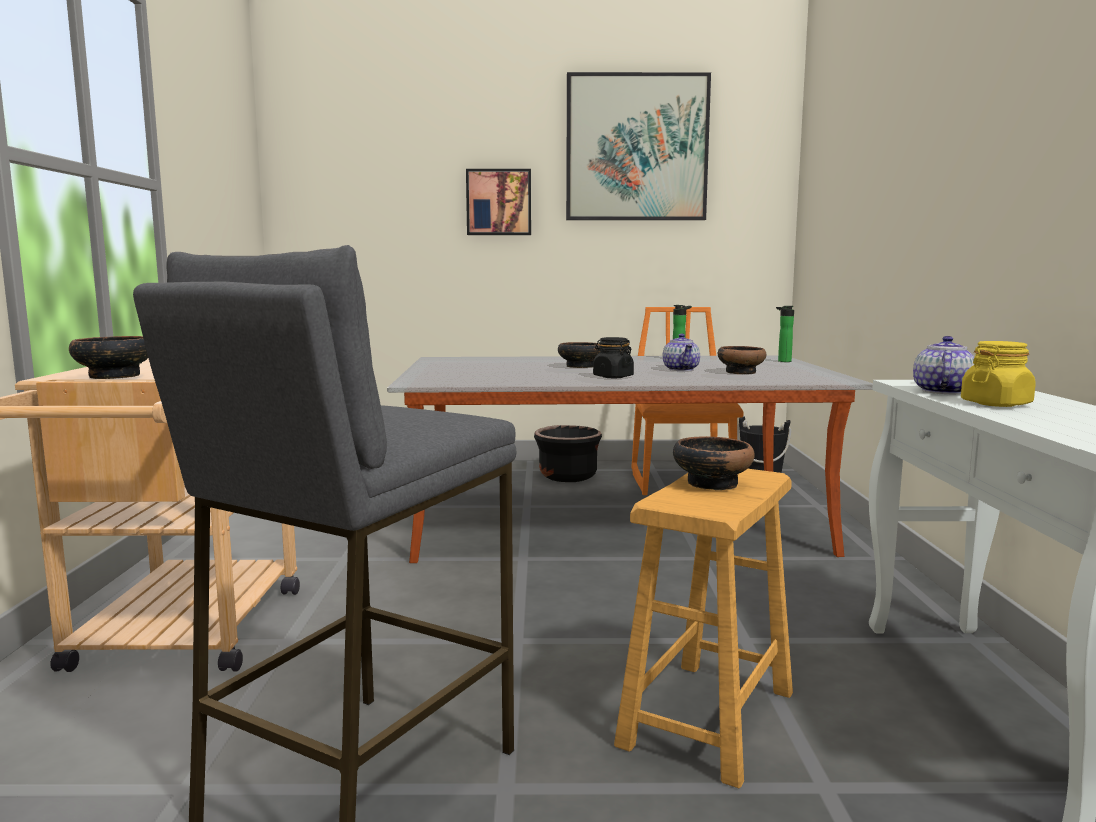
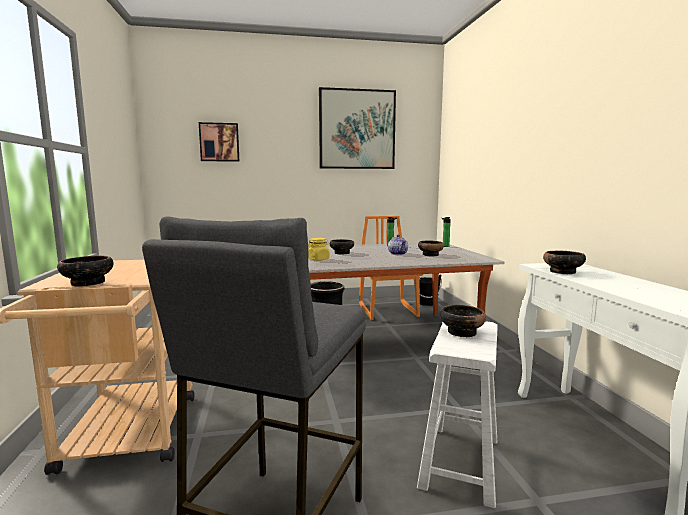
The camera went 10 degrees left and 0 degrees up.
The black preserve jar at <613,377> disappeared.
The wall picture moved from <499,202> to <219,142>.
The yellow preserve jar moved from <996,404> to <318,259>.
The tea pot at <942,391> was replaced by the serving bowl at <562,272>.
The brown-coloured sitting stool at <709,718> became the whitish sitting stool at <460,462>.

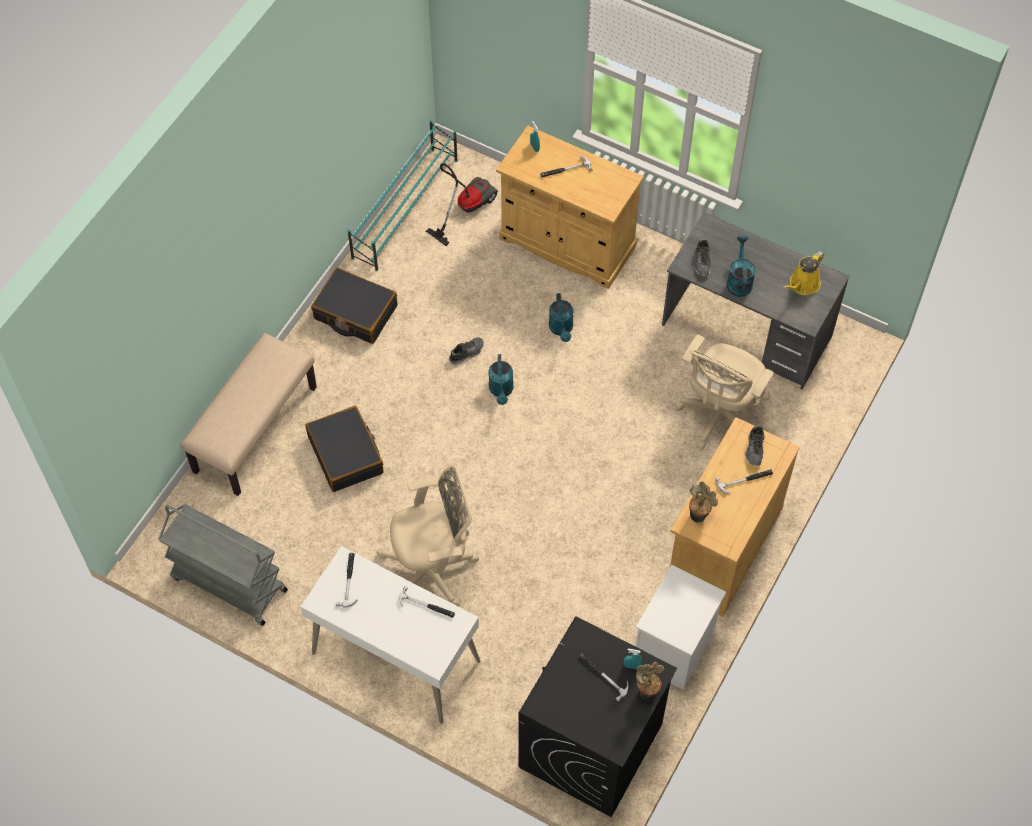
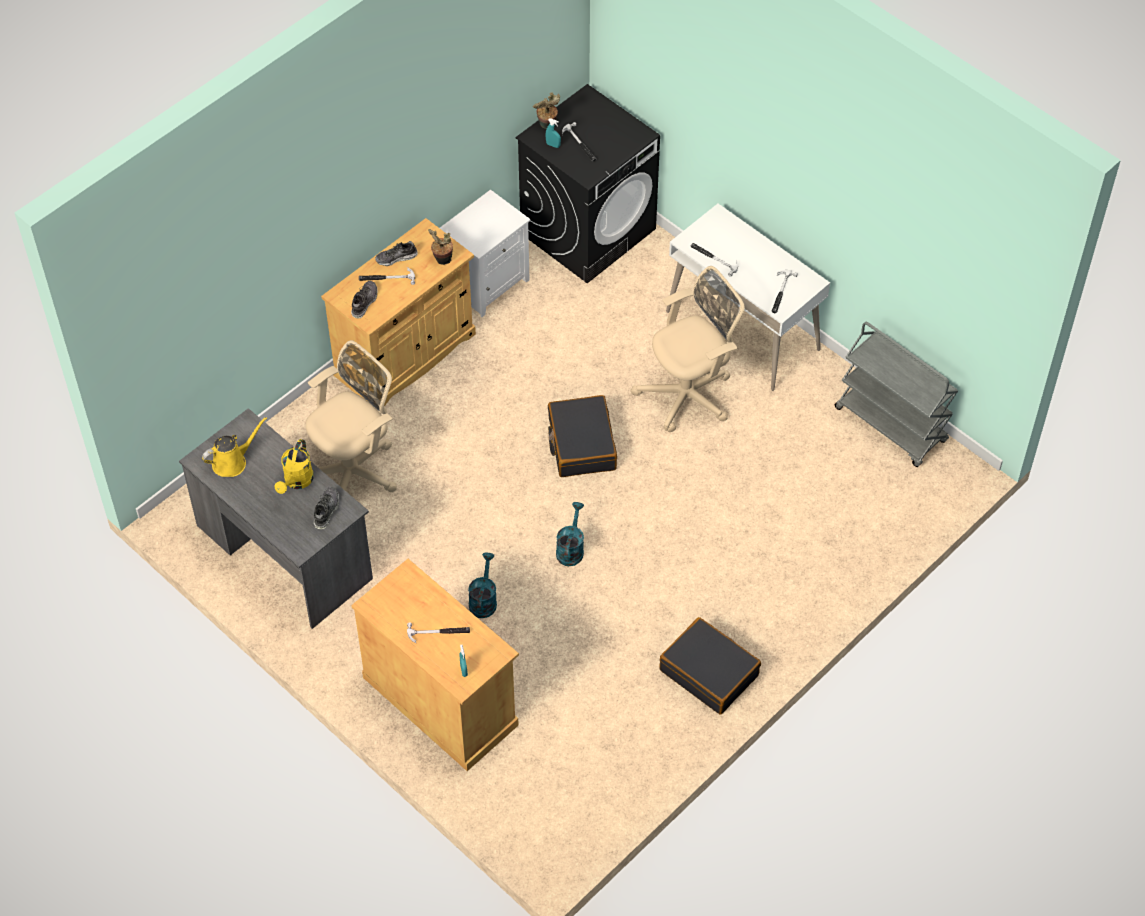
The camera went 165 degrees left and 5 degrees down.
The beige bench at <255,428> disappeared.
The blue-green shoe rack at <406,208> disappeared.
The vacuum at <465,208> disappeared.
The black suitcase moved from <346,455> to <581,444>.
The low shoe moved from <466,353> to <396,258>.
The blue-green watering pot at <739,280> became the yellow watering pot at <296,482>.
The beige computer chair at <433,570> turned 150 degrees clockwise.

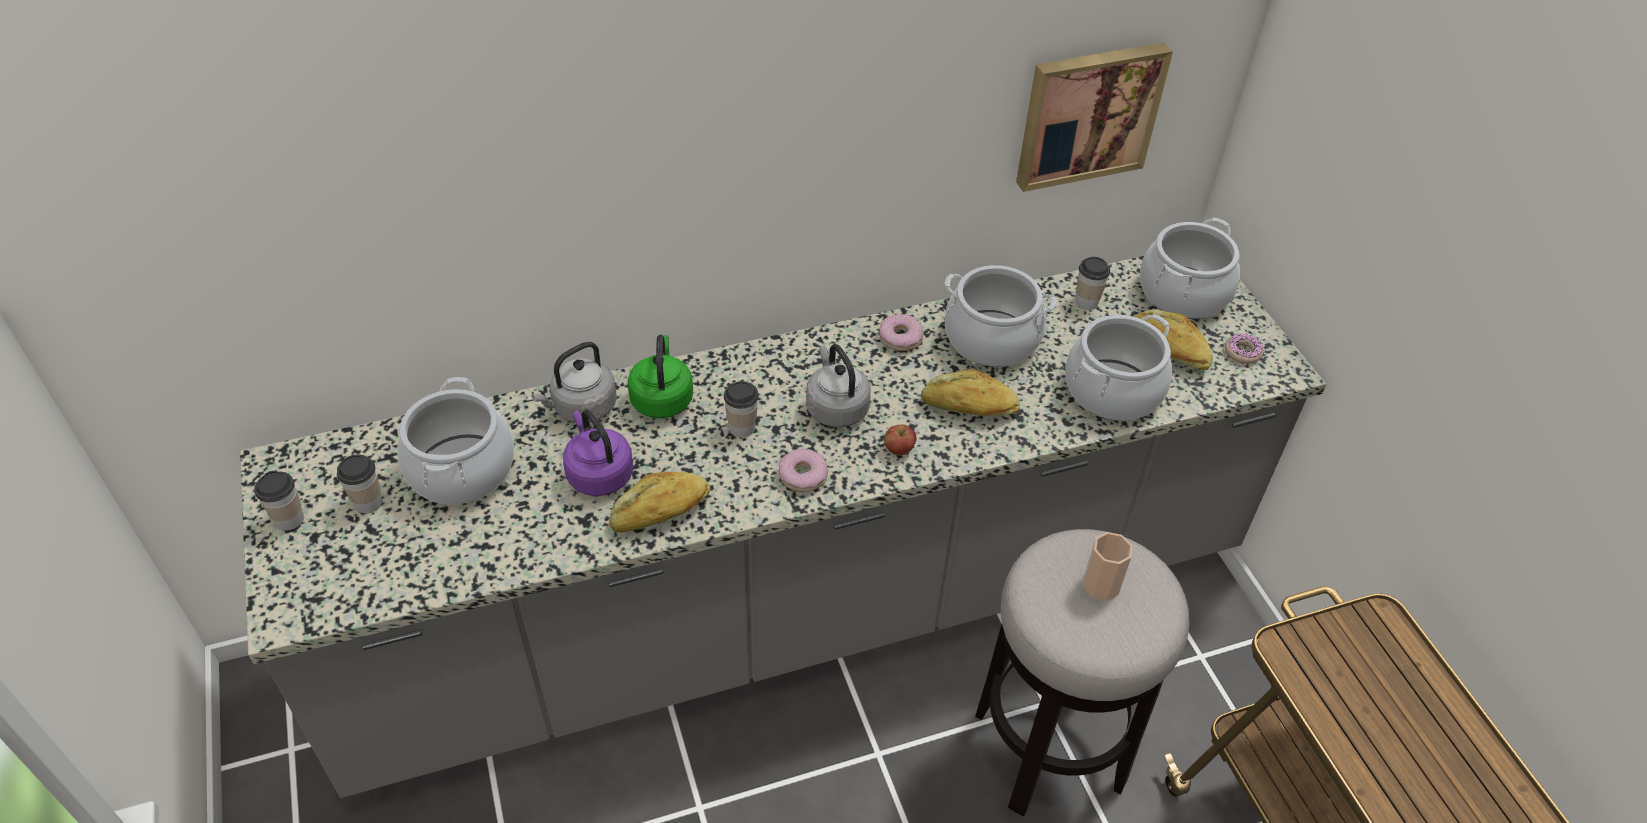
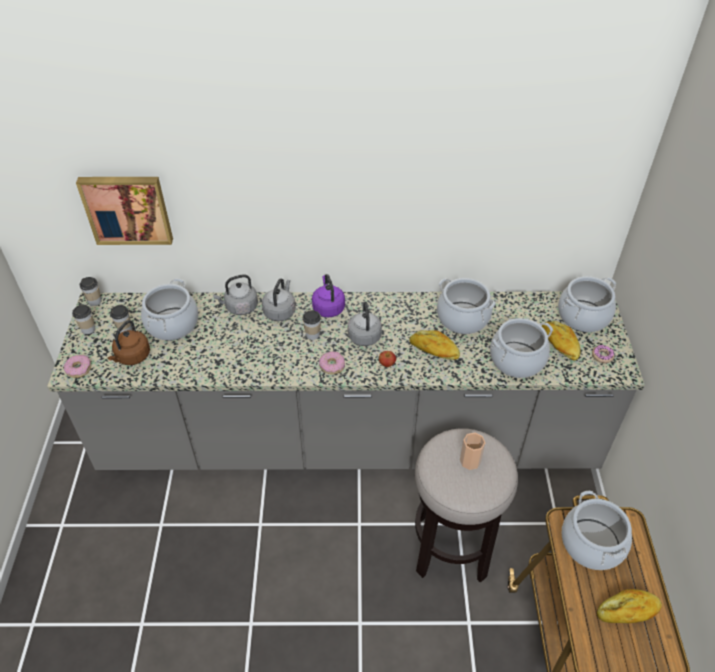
The camera went 20 degrees right and 0 degrees up.
The brown-coloured kettle at <132,357> appeared.
The saucepot at <592,543> appeared.
The purplish kettle moved from <598,473> to <328,307>.
The bread moved from <661,512> to <627,612>.
The donut moved from <900,338> to <79,369>.
The wall picture moved from <1088,114> to <127,209>.
The drinking cup moved from <1086,302> to <95,301>.
The green-coloured kettle at <662,398> became the grey kettle at <280,311>.

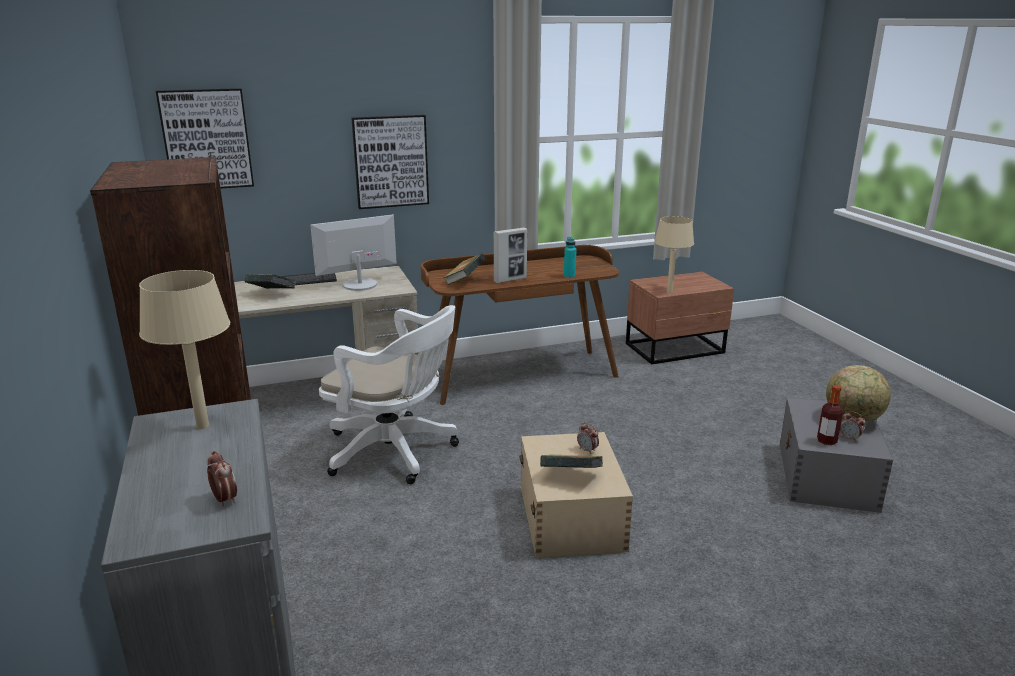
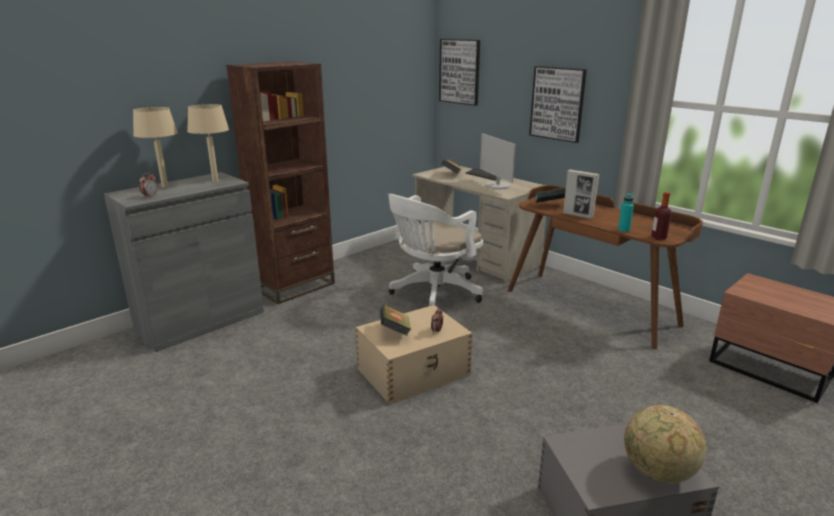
The camera went 65 degrees right and 0 degrees up.
The alarm clock at <849,438> disappeared.
The beige tabletop lamp moved from <670,291> to <164,186>.
The drink bottle moved from <826,441> to <658,238>.
The computer screen at <359,285> turned 150 degrees counterclockwise.
The whitish computer chair at <396,452> turned 45 degrees clockwise.

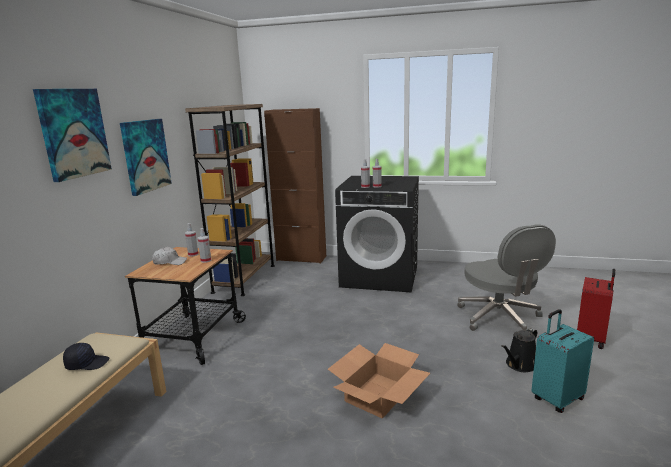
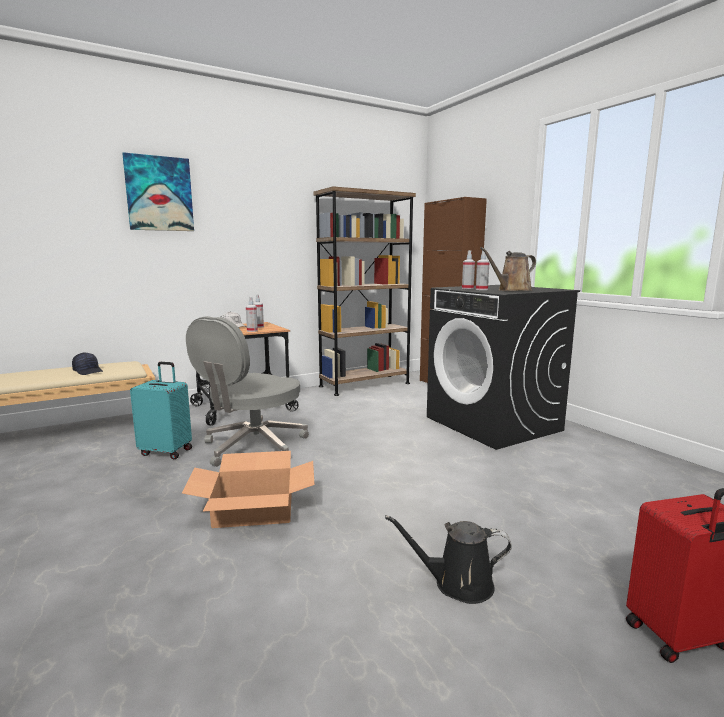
The camera went 45 degrees right and 5 degrees down.
The wall picture at <145,155> disappeared.
The brown-coloured watering pot at <512,290> appeared.
The grey computer chair moved from <500,318> to <253,447>.
The blue-green suitcase moved from <556,398> to <167,451>.

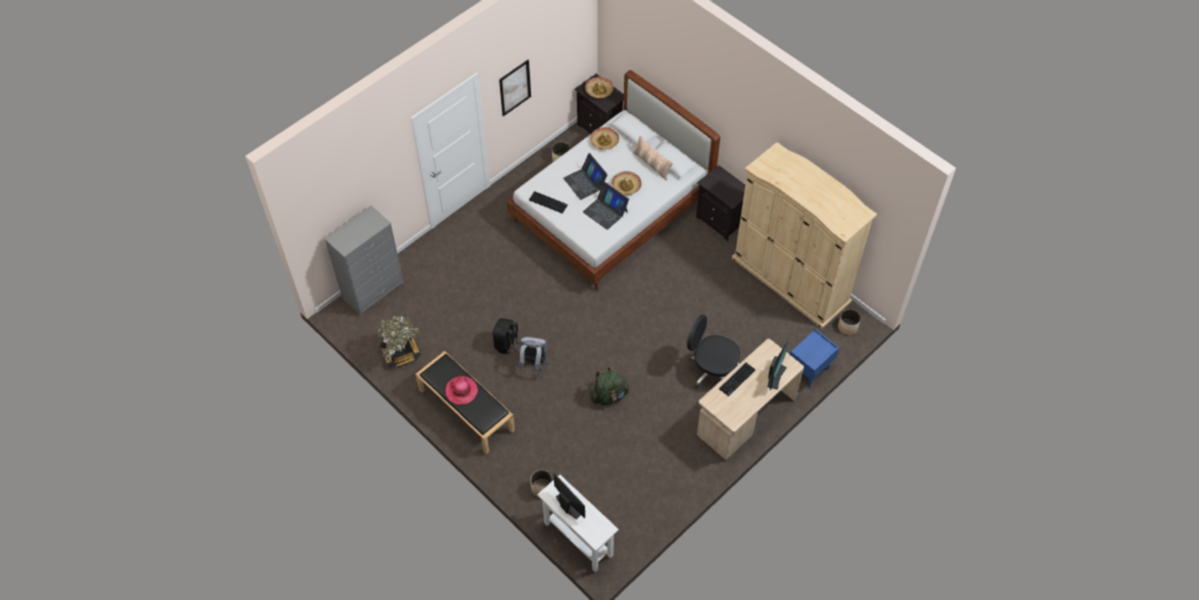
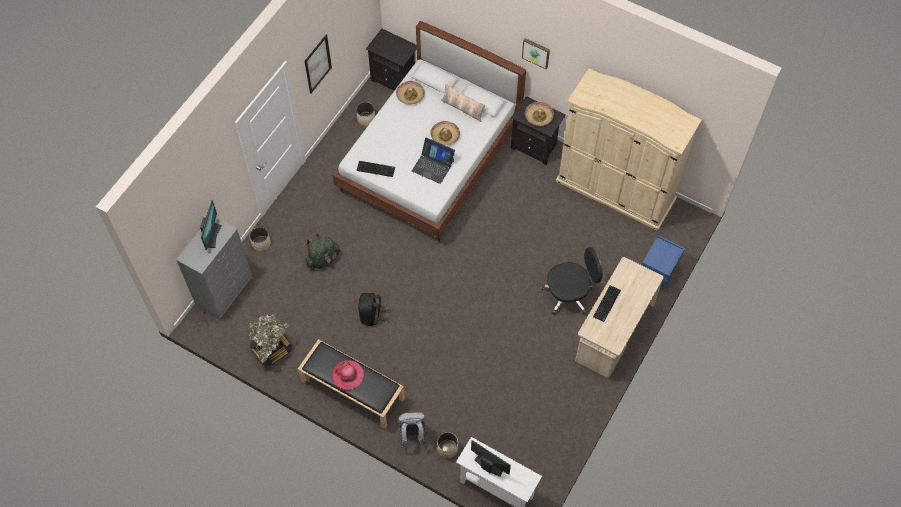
The camera went 15 degrees left and 5 degrees up.
The portable computer at <585,182> disappeared.
The wall picture at <536,52> appeared.
The grey rucksack moved from <533,364> to <412,435>.
The wearable hat moved from <599,90> to <539,116>.
The green-coloured rucksack moved from <609,396> to <323,259>.
The computer screen moved from <775,376> to <212,235>.
The planter moved from <848,327> to <261,243>.
The black computer chair at <711,370> turned 150 degrees clockwise.

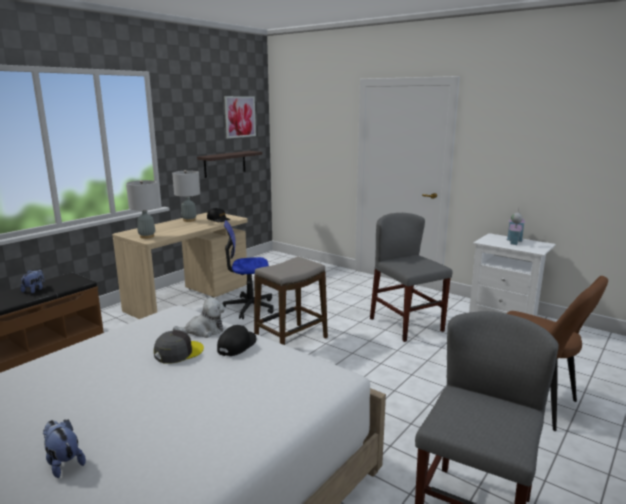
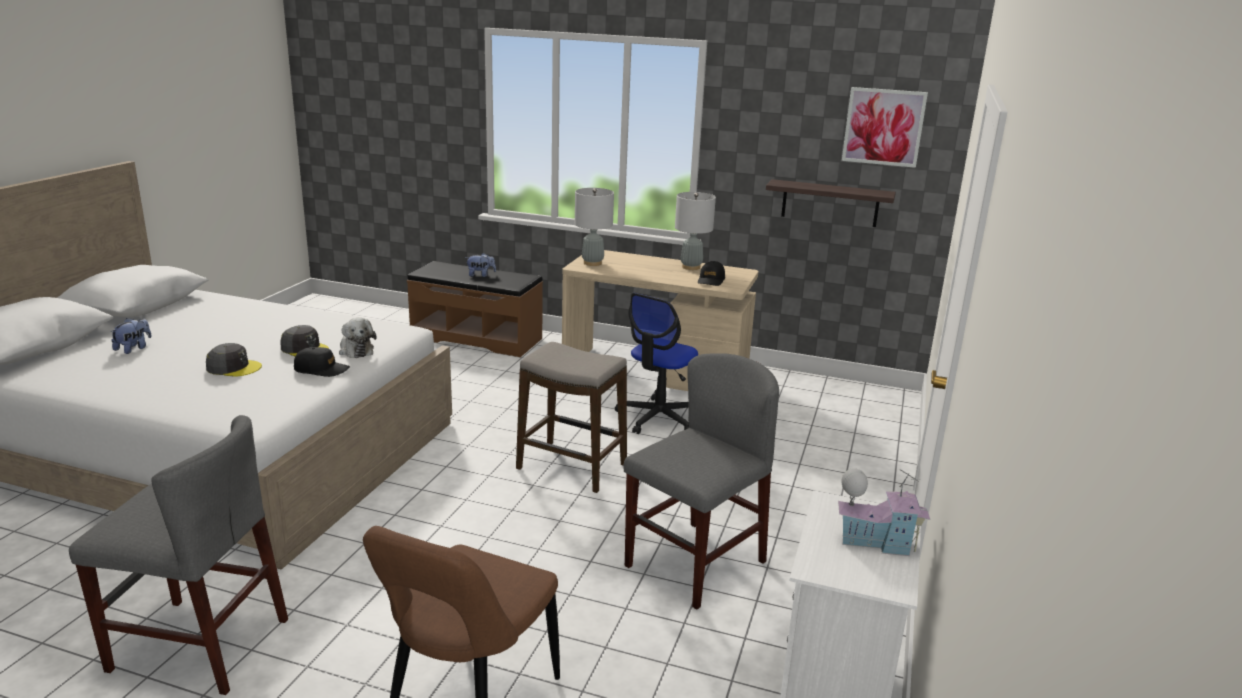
The camera went 70 degrees right and 5 degrees up.
The grey cap at <234,367> appeared.
The computer chair at <249,307> turned 120 degrees counterclockwise.

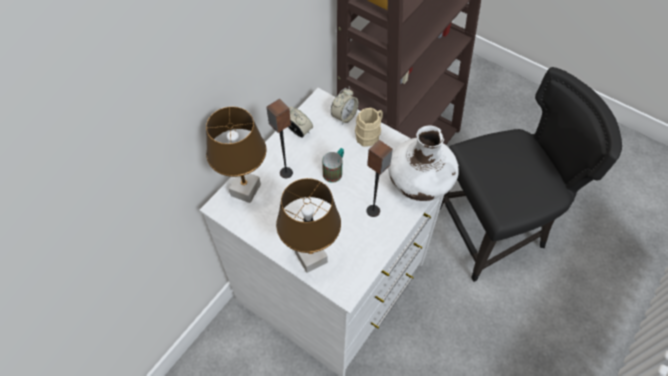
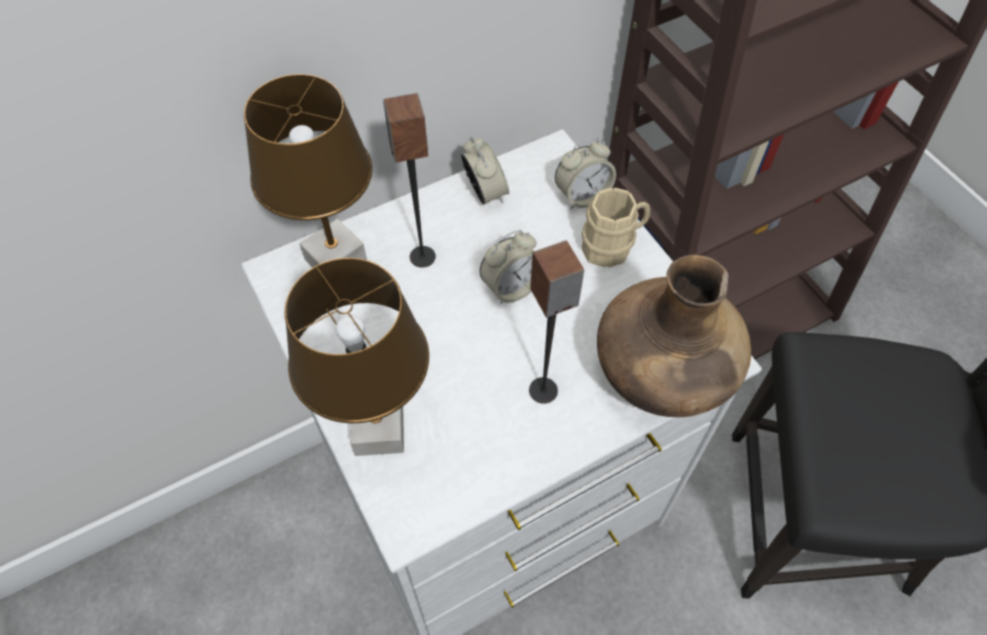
The camera went 25 degrees right and 0 degrees up.
The tea mug at <334,171> was replaced by the alarm clock at <511,287>.
The whitish decorative vase at <419,184> became the brown-coloured decorative vase at <661,376>.

